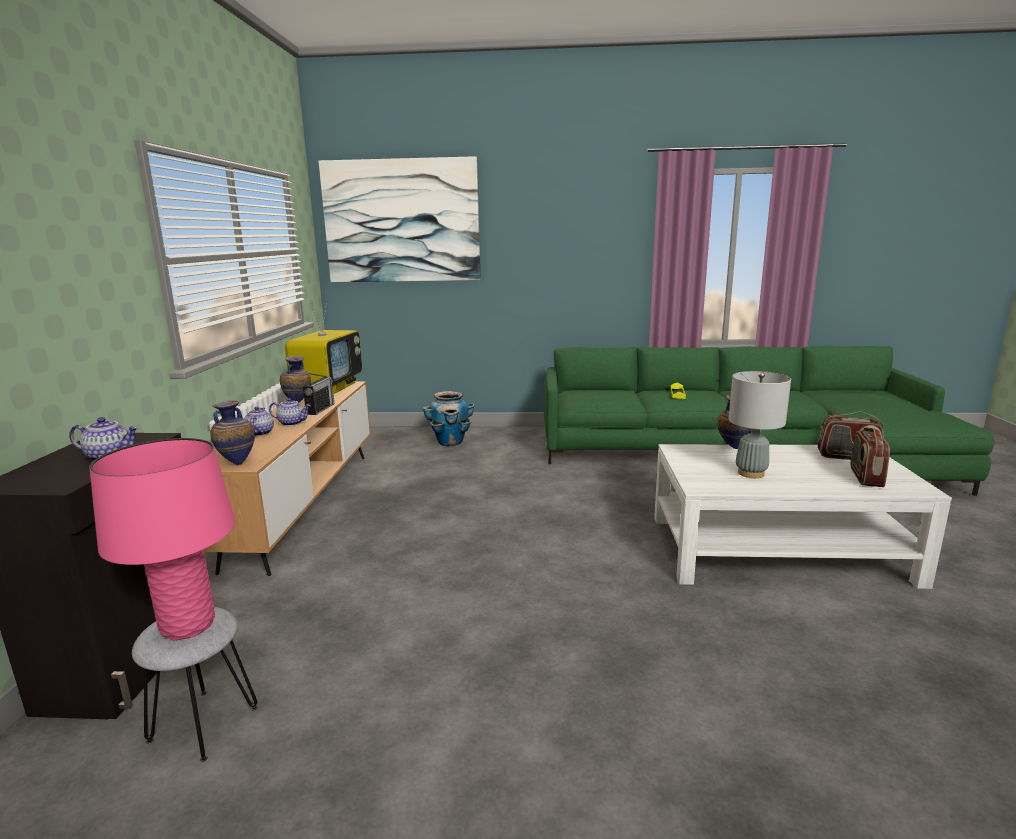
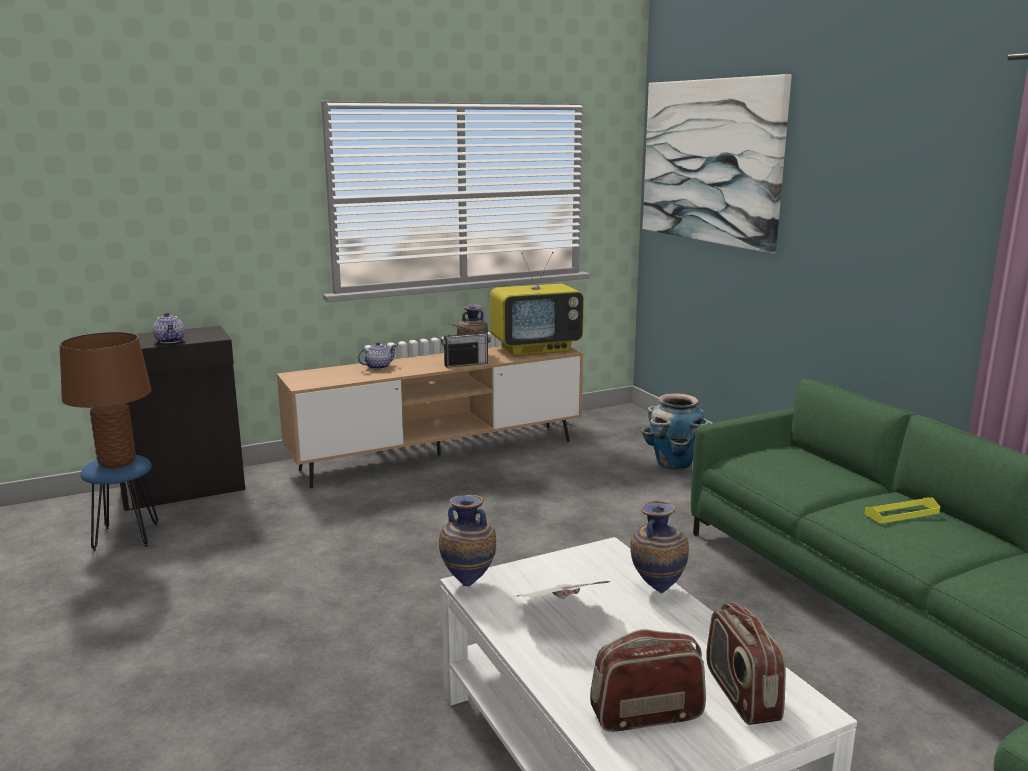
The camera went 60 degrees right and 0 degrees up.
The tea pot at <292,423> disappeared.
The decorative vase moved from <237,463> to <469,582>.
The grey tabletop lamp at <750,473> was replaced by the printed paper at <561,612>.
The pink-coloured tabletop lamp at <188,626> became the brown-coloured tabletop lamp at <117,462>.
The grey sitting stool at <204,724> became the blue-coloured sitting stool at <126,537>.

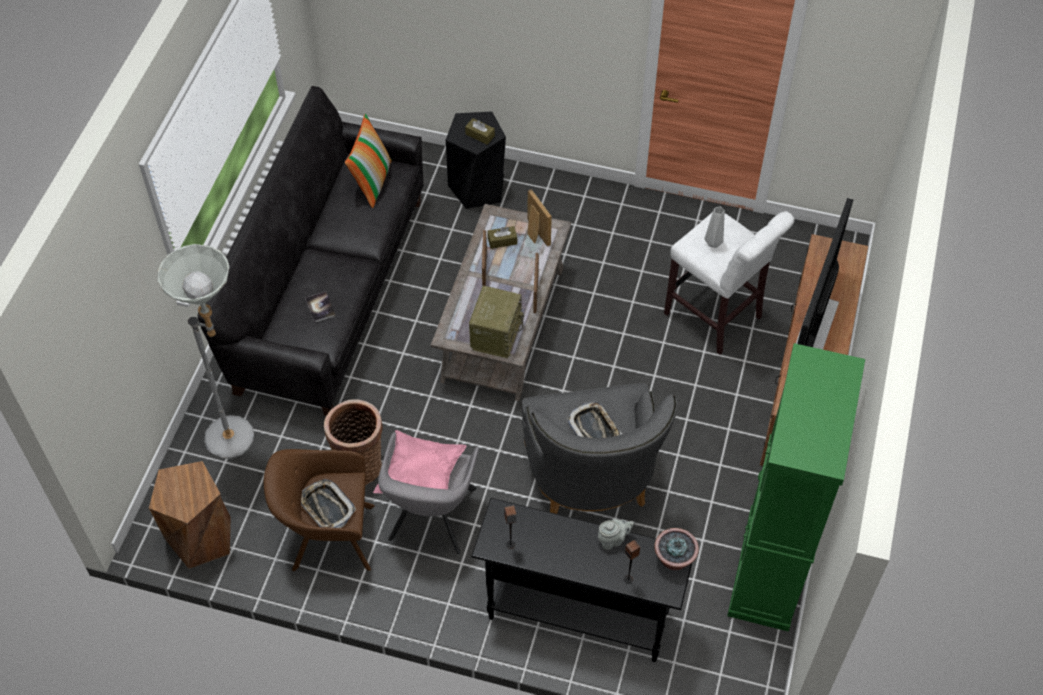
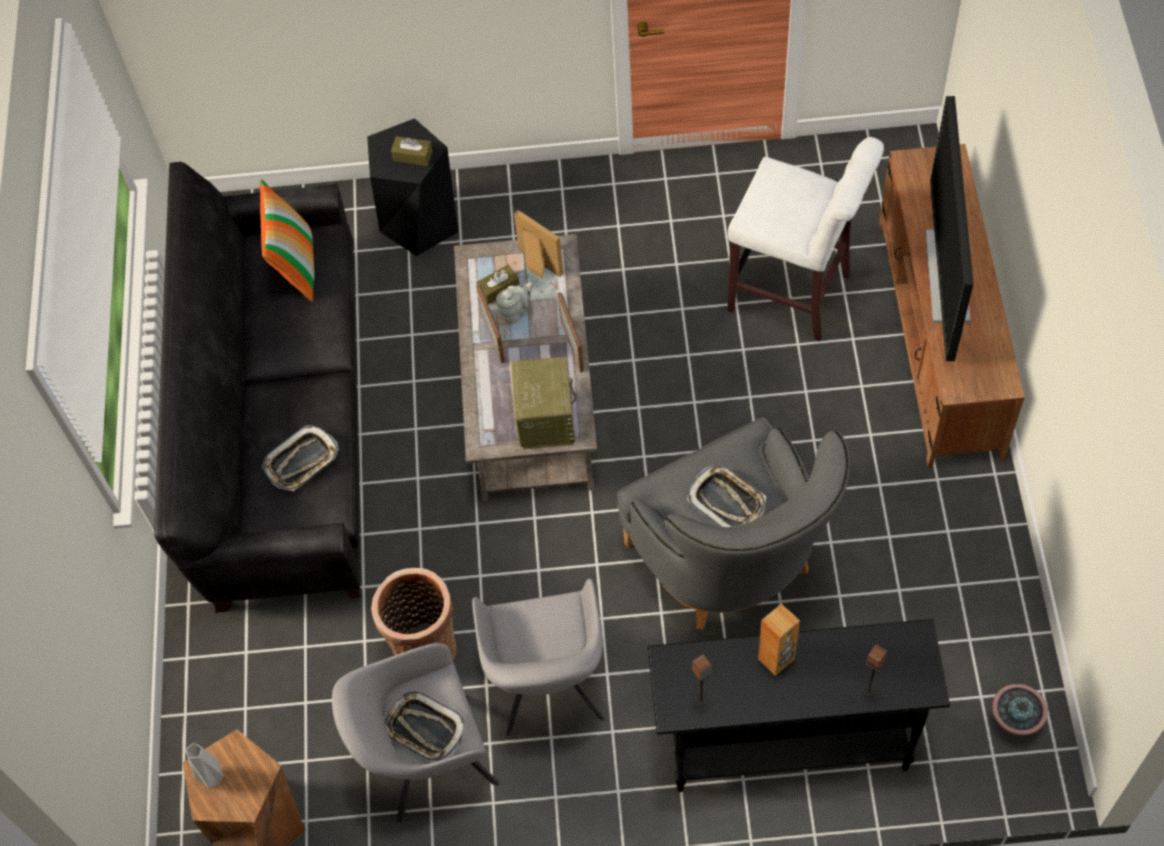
The camera went 15 degrees left and 5 degrees up.
The grey floor lamp at <240,440> disappeared.
The pink-coloured pillow at <421,477> disappeared.
The green-coloured cabinet at <768,569> disappeared.
The brown-coloured audio speaker at <776,659> appeared.
The grey tea pot moved from <613,540> to <516,312>.
The houseplant moved from <674,559> to <1014,720>.
The grey decorative vase moved from <714,243> to <213,777>.
The volume at <320,307> was replaced by the tray at <301,461>.
The brown-coloured armchair at <328,537> became the grey armchair at <426,760>.

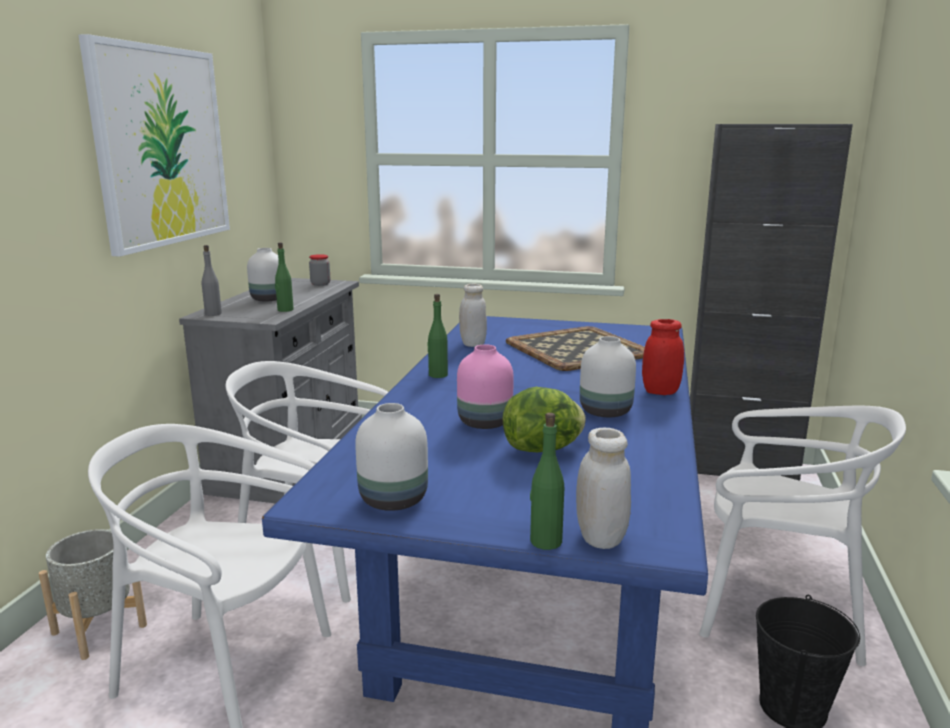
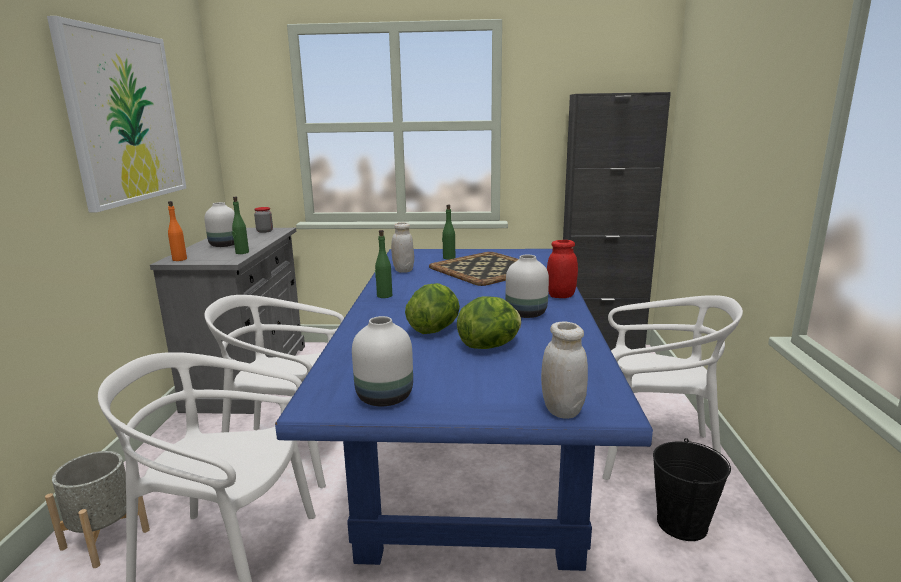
The camera went 10 degrees left and 0 degrees up.
The green-coloured drink bottle moved from <545,541> to <449,258>.
The pink-coloured decorative vase at <483,423> was replaced by the lettuce head at <435,329>.
The grey drink bottle at <213,314> became the orange drink bottle at <179,259>.

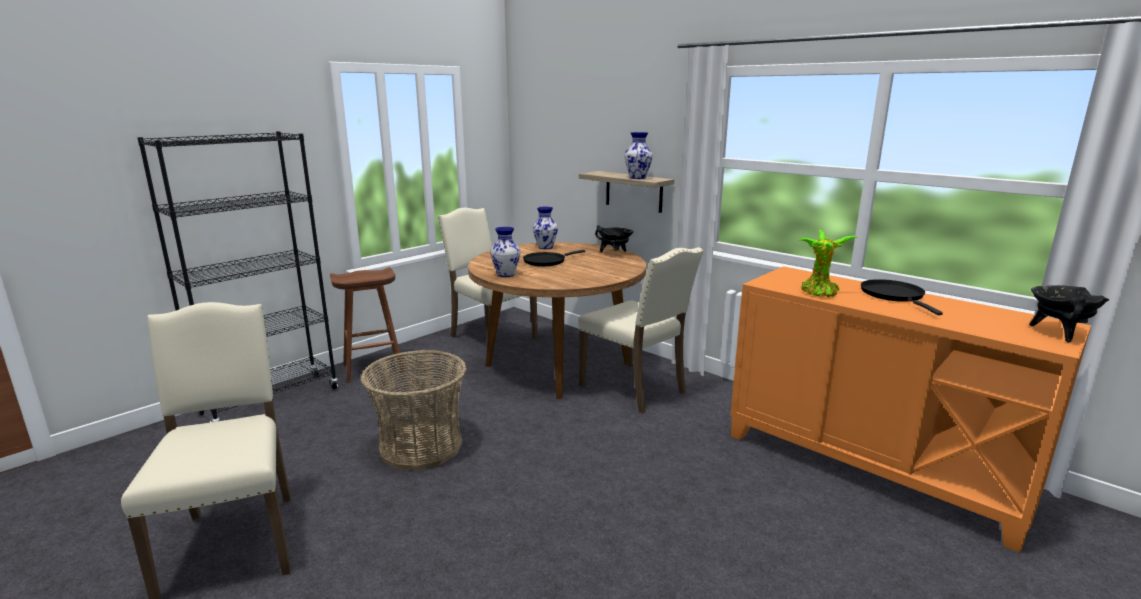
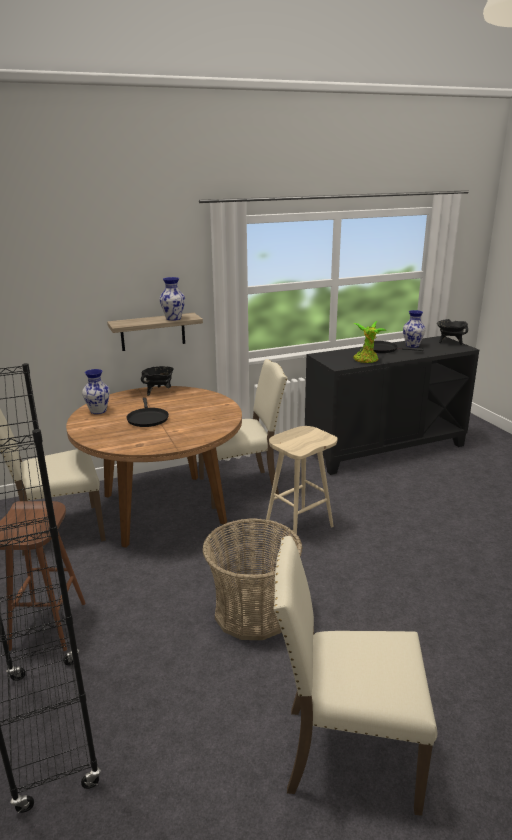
The camera went 65 degrees left and 5 degrees up.
The beige sitting stool at <299,526> appeared.
The decorative vase moved from <505,274> to <412,346>.
The orange cabinet at <871,466> became the black cabinet at <384,448>.

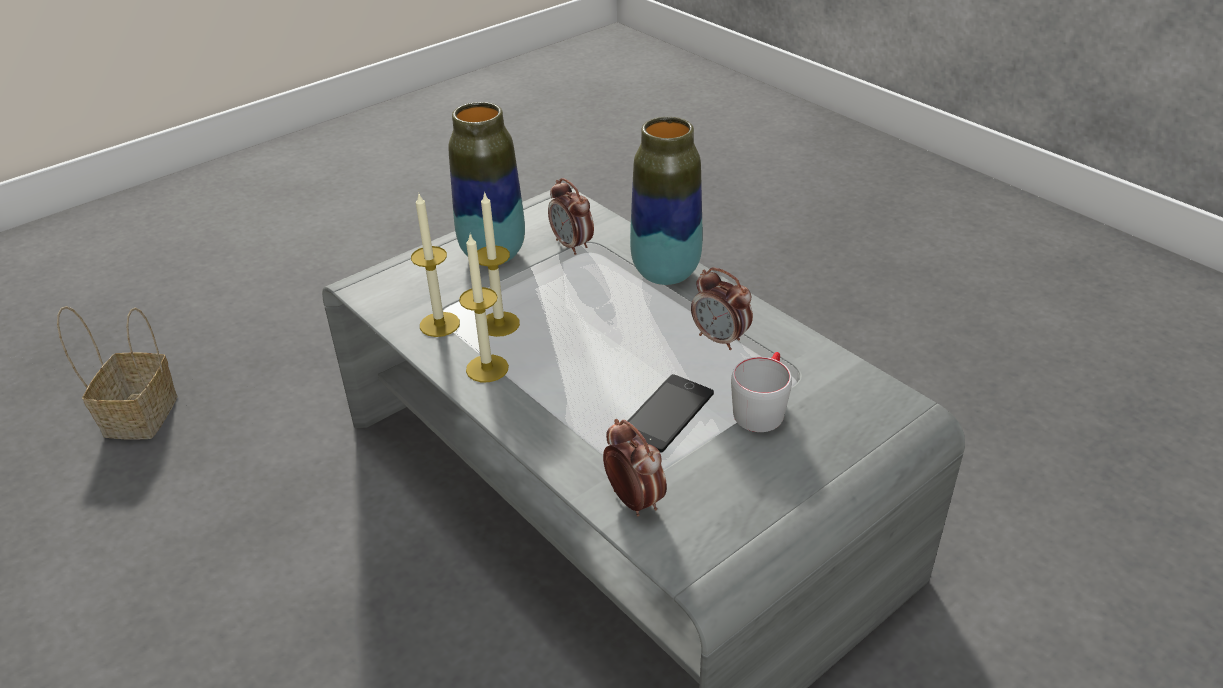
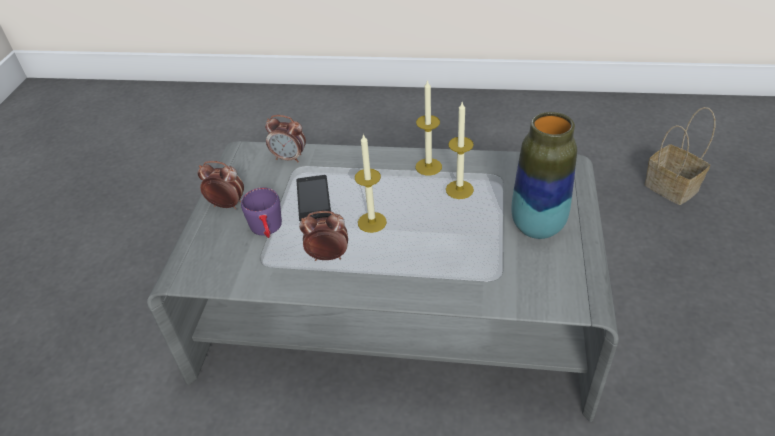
The camera went 140 degrees right and 5 degrees up.
The decorative vase at <665,273> disappeared.
The wax candle moved from <439,324> to <372,222>.
The alarm clock moved from <572,245> to <227,205>.
The grey tea mug at <761,407> became the purplish tea mug at <267,230>.

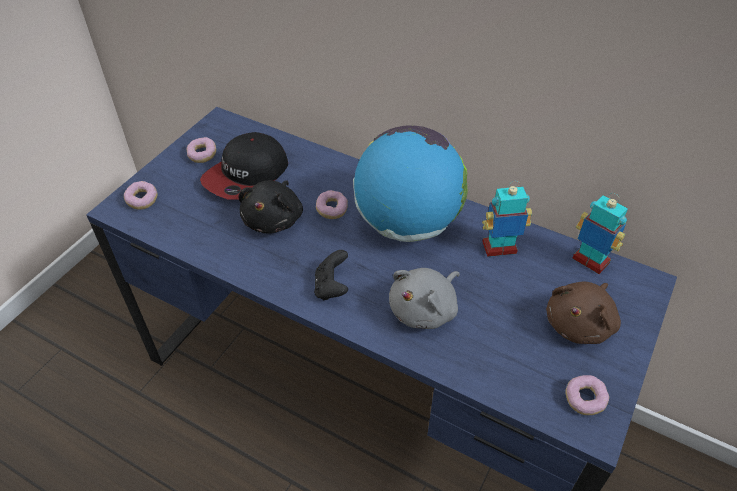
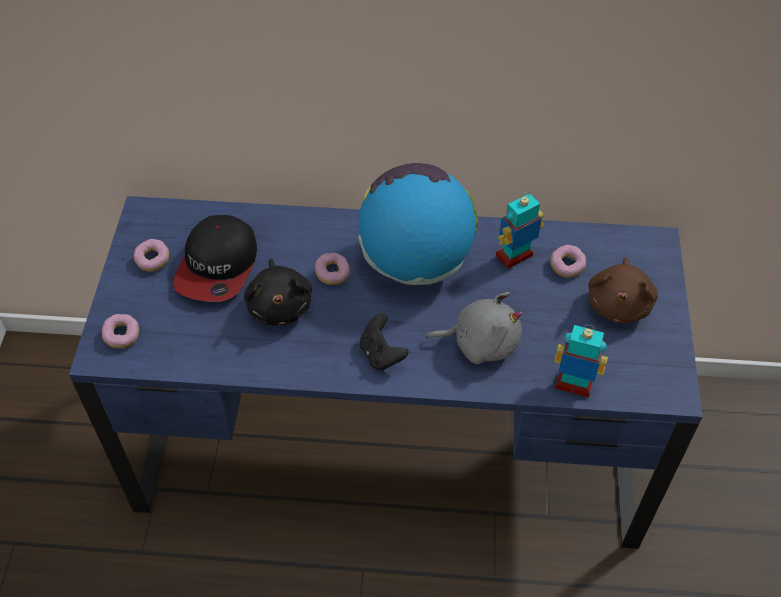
The camera went 25 degrees left and 5 degrees up.
The donut moved from <584,399> to <566,266>.
The robot figure moved from <590,261> to <573,385>.
The grey plush toy at <425,310> turned 105 degrees counterclockwise.

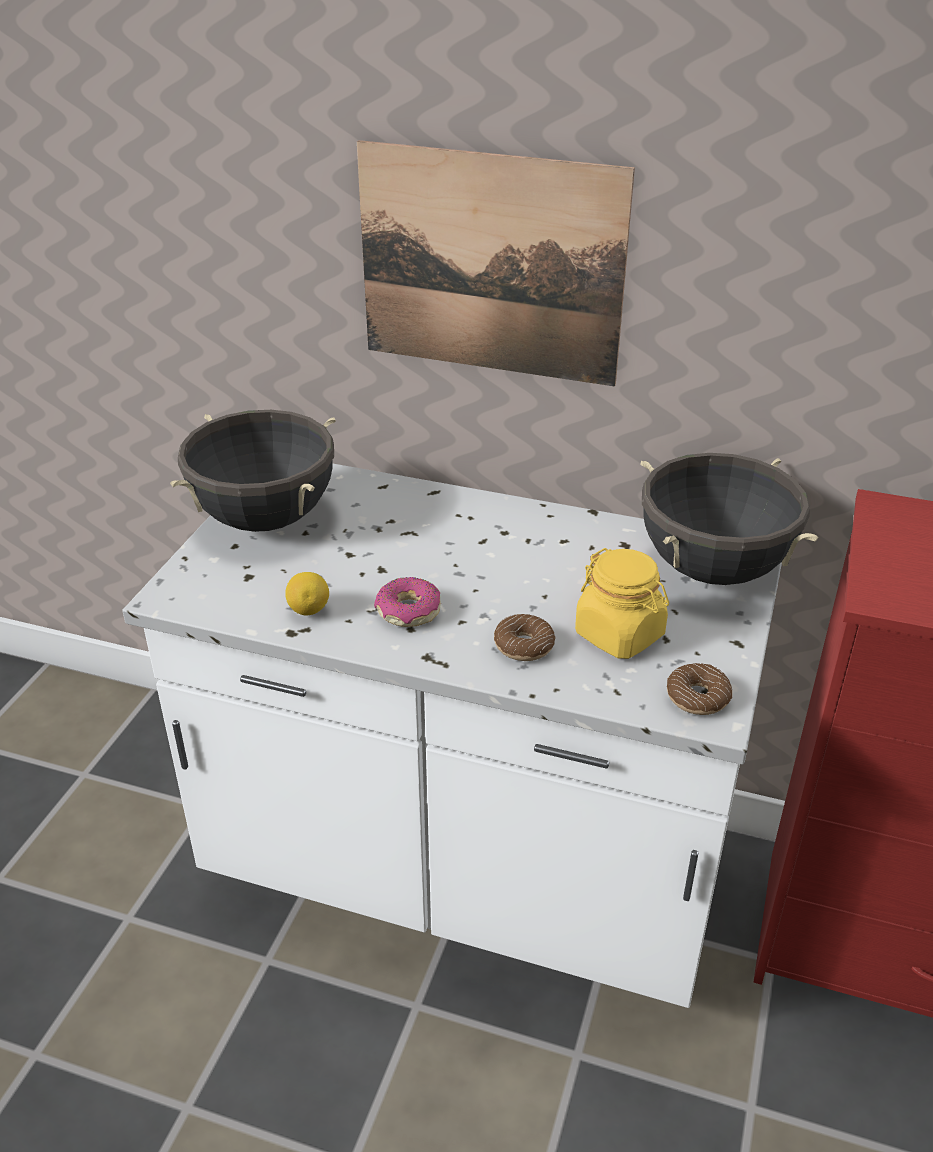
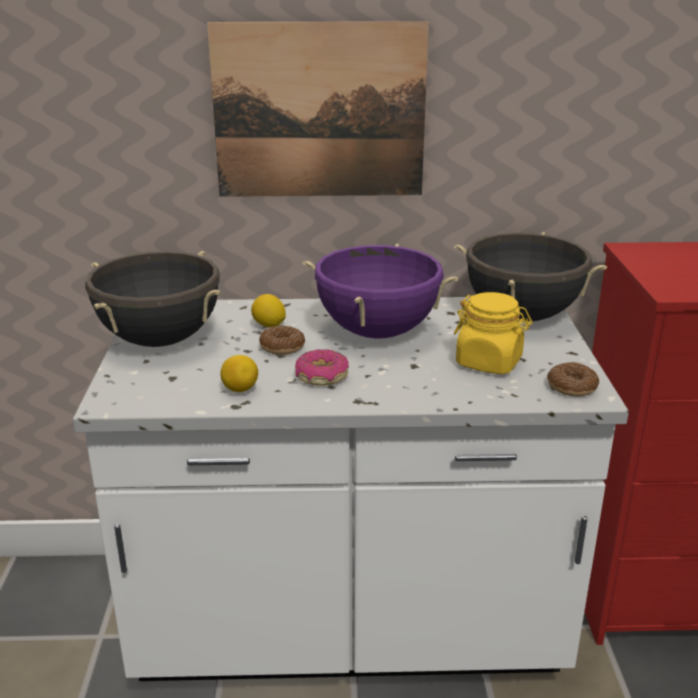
The camera went 20 degrees left and 10 degrees down.
The citrus fruit at <269,325> appeared.
The purplish saucepot at <377,332> appeared.
The donut moved from <524,645> to <282,347>.

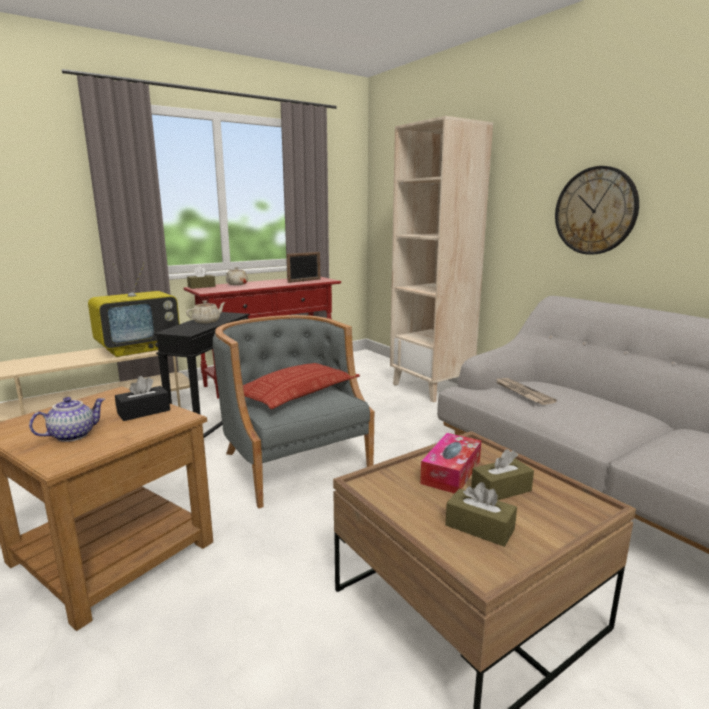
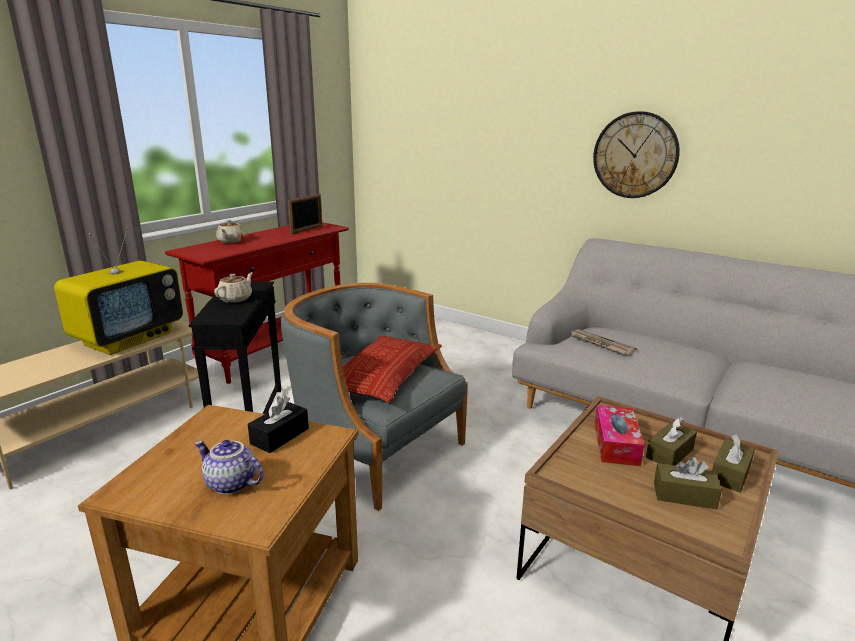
The camera went 20 degrees left and 5 degrees up.
The beige shelving unit at <431,388> disappeared.
The brown-coloured tissue holder moved from <201,287> to <730,474>.
The tea pot at <73,435> turned 90 degrees counterclockwise.

